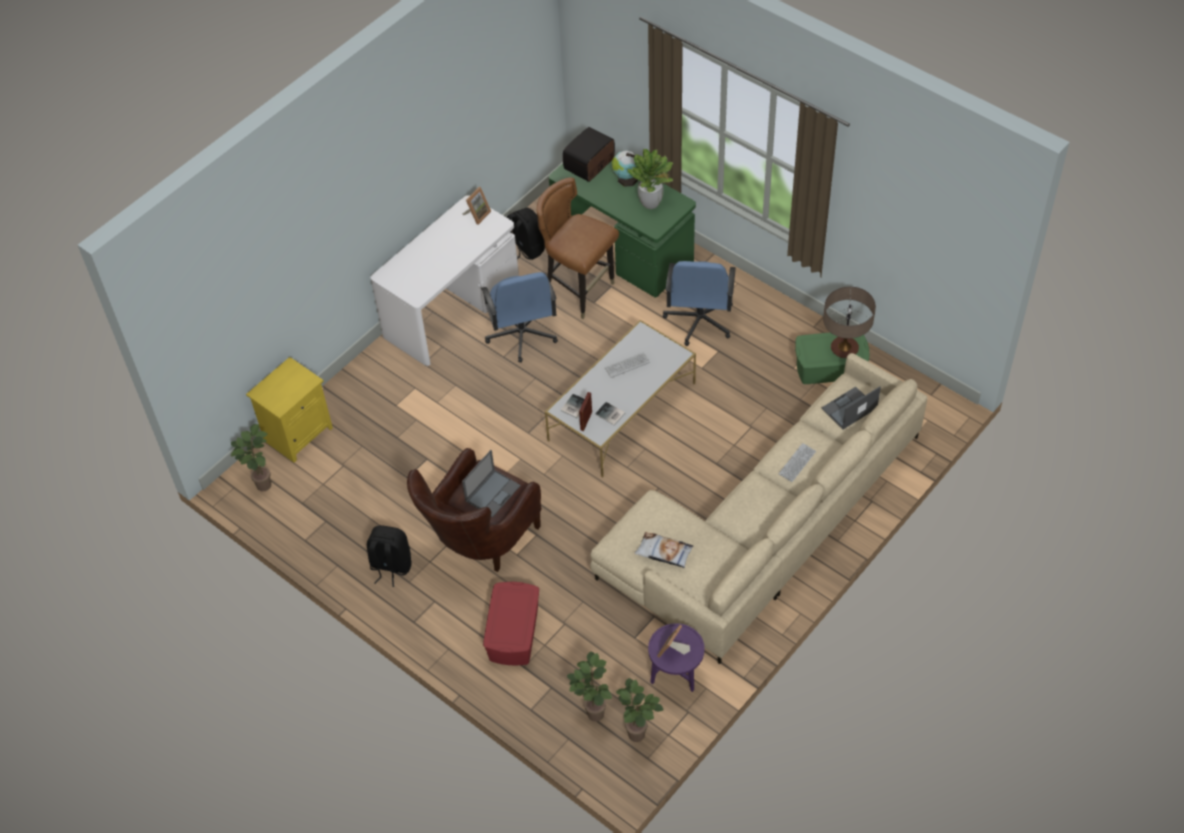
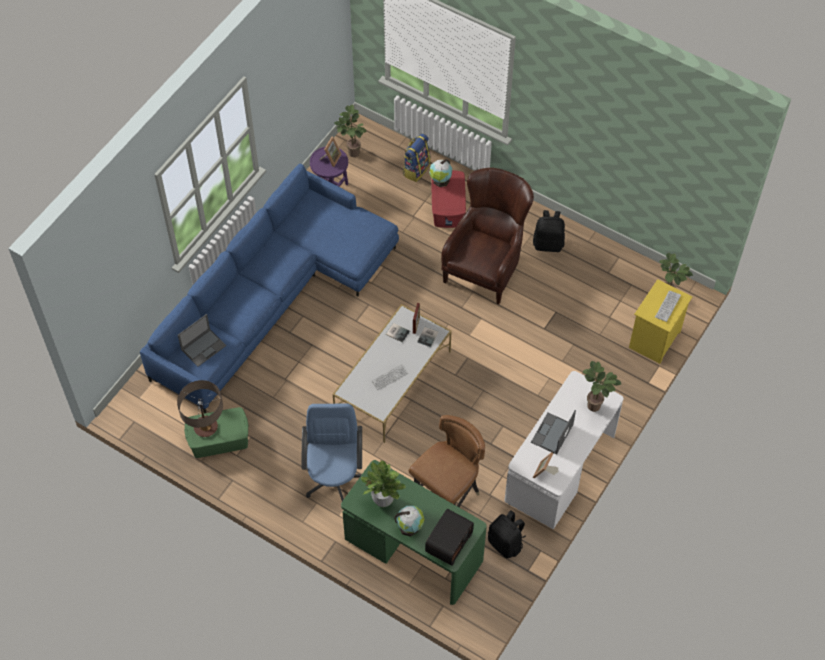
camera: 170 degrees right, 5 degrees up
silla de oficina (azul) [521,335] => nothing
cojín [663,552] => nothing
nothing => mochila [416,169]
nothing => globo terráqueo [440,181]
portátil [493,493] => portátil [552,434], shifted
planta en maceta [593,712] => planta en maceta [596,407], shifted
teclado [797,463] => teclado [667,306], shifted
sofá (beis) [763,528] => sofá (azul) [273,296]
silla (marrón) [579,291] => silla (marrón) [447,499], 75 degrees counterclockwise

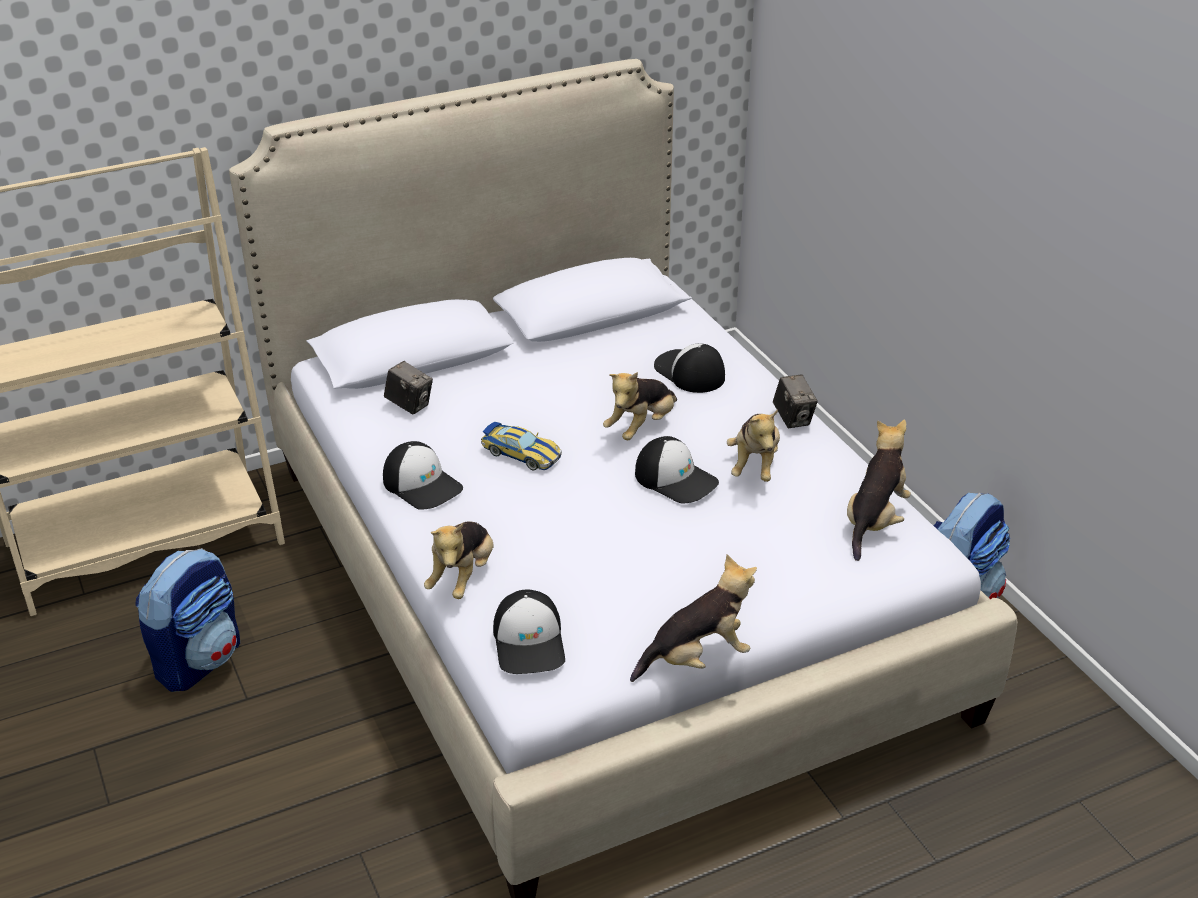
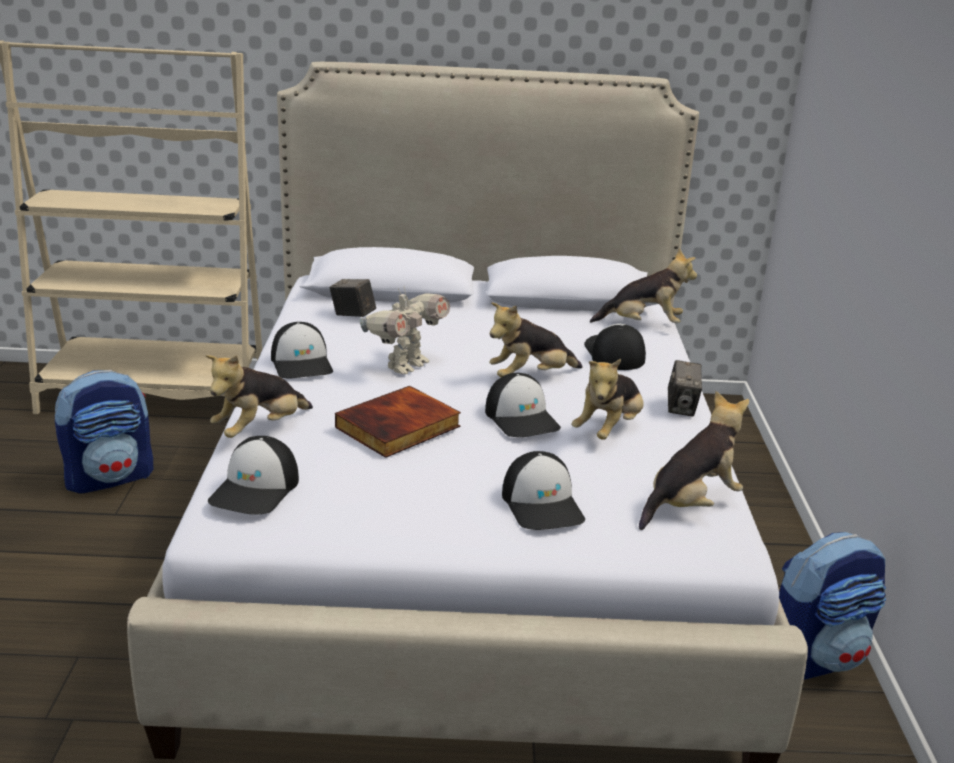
camera: 25 degrees right, 10 degrees down
nothing => libro [398,428]
nothing => gorra [543,505]
peluche [697,658] => peluche [643,325], shifted
coche de juguete [521,454] => robot de juguete [405,366]
cámara [409,405] => cámara [353,315], 150 degrees clockwise

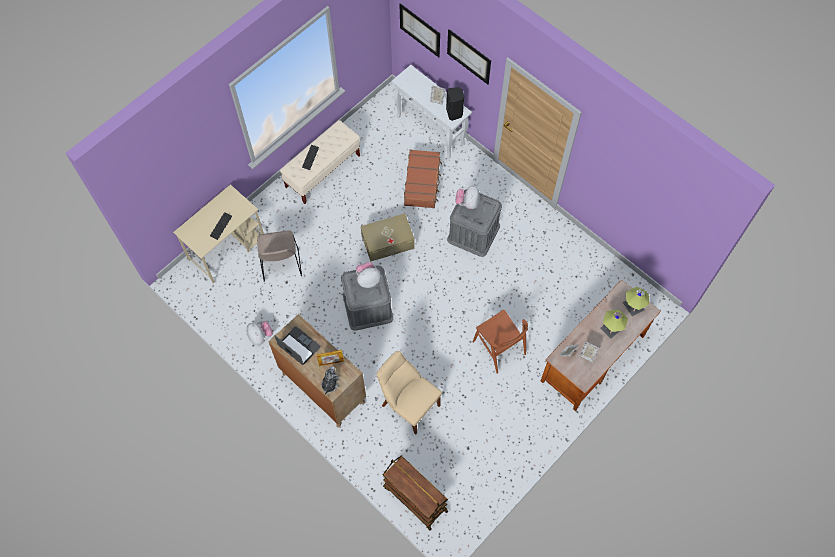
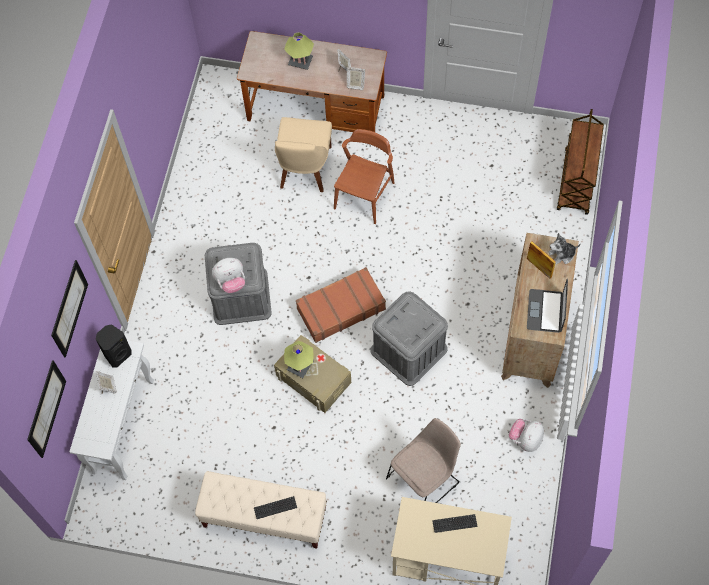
camera: 120 degrees left, 0 degrees up
peluche [368,279] => nothing
silla (beis) [408,404] => silla (beis) [304,170], shifted
maleta (marrón) [422,182] => maleta (marrón) [340,308], shifted
lámpara de mesa [633,307] => lámpara de mesa [300,366], shifted

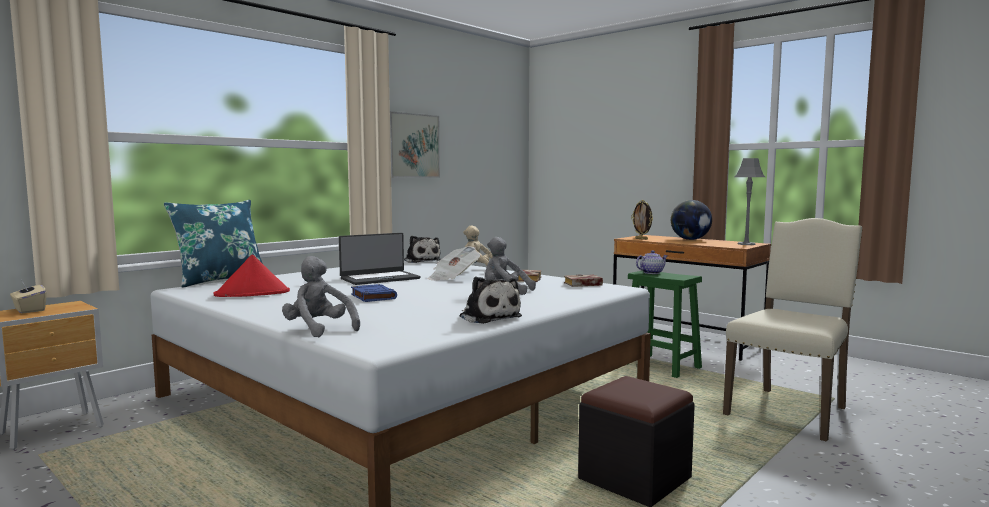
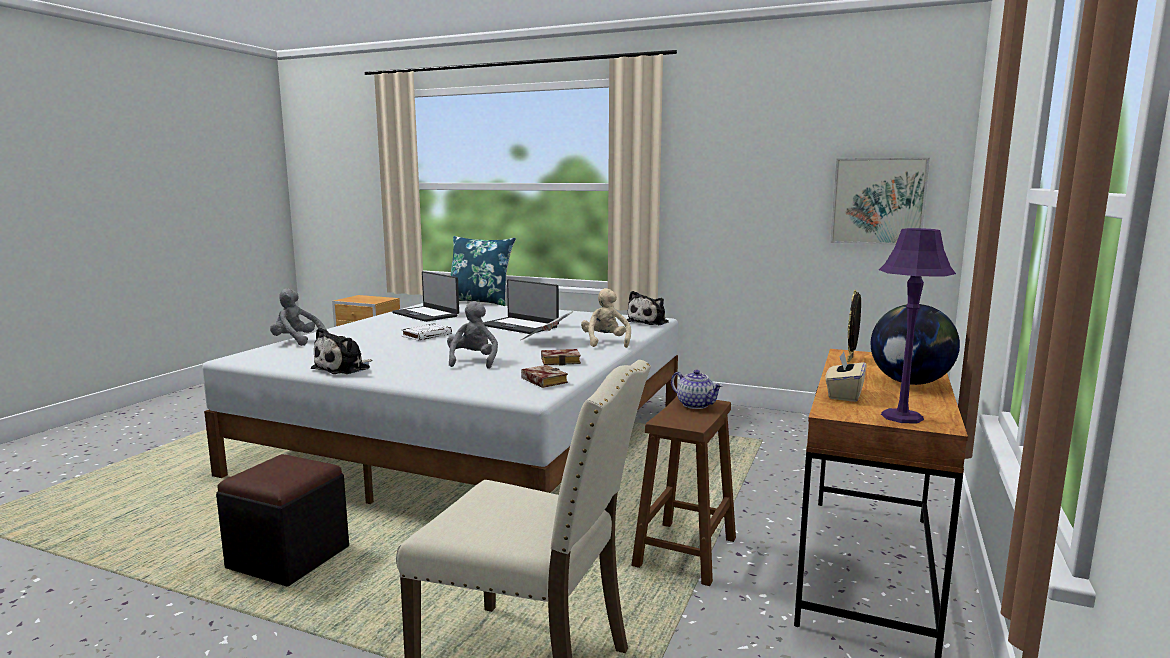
camera: 70 degrees right, 5 degrees up
caja de pañuelos (beis) [29,310] => caja de pañuelos (beis) [844,395], shifted
cuadro [413,146] => cuadro [878,201], shifted
sombrero (rojo) [253,294] => portátil [426,314]
libro (azul) [373,297] => libro (blanco) [427,335]
taburete (verde) [660,366] => taburete (marrón) [685,551]
lámpara de mesa (gris) [746,244] => lámpara de mesa (morado) [901,417]
peluche (gris) [319,330] => peluche (gris) [297,342], 90 degrees counterclockwise

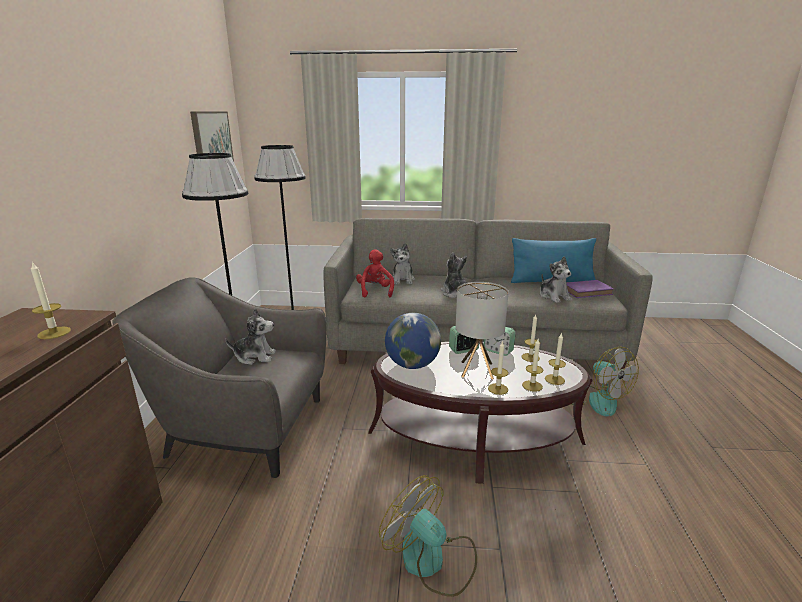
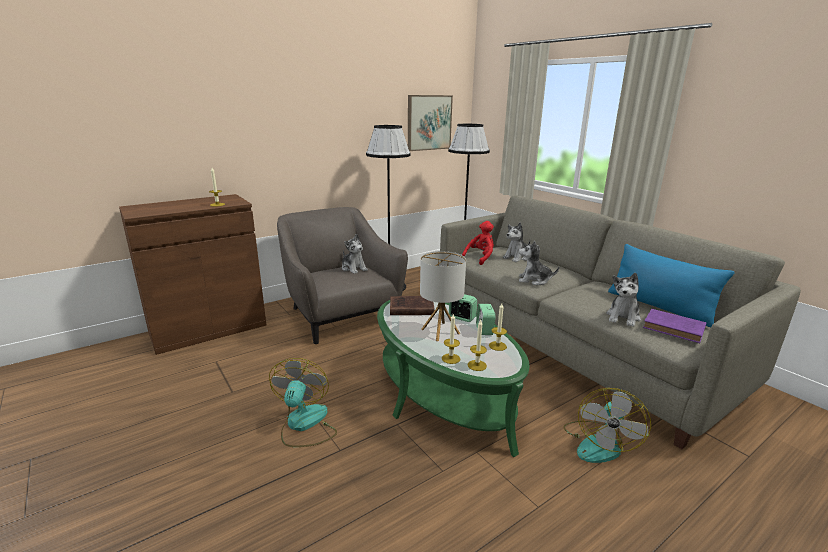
camera: 50 degrees right, 0 degrees up
vela [498,389] => nothing
globo terráqueo [412,365] => libro (marrón) [410,309]
mesa de centro (marrón) [474,436] => mesa de centro (verde) [443,395]
peluche [455,293] => peluche [534,280], 105 degrees counterclockwise

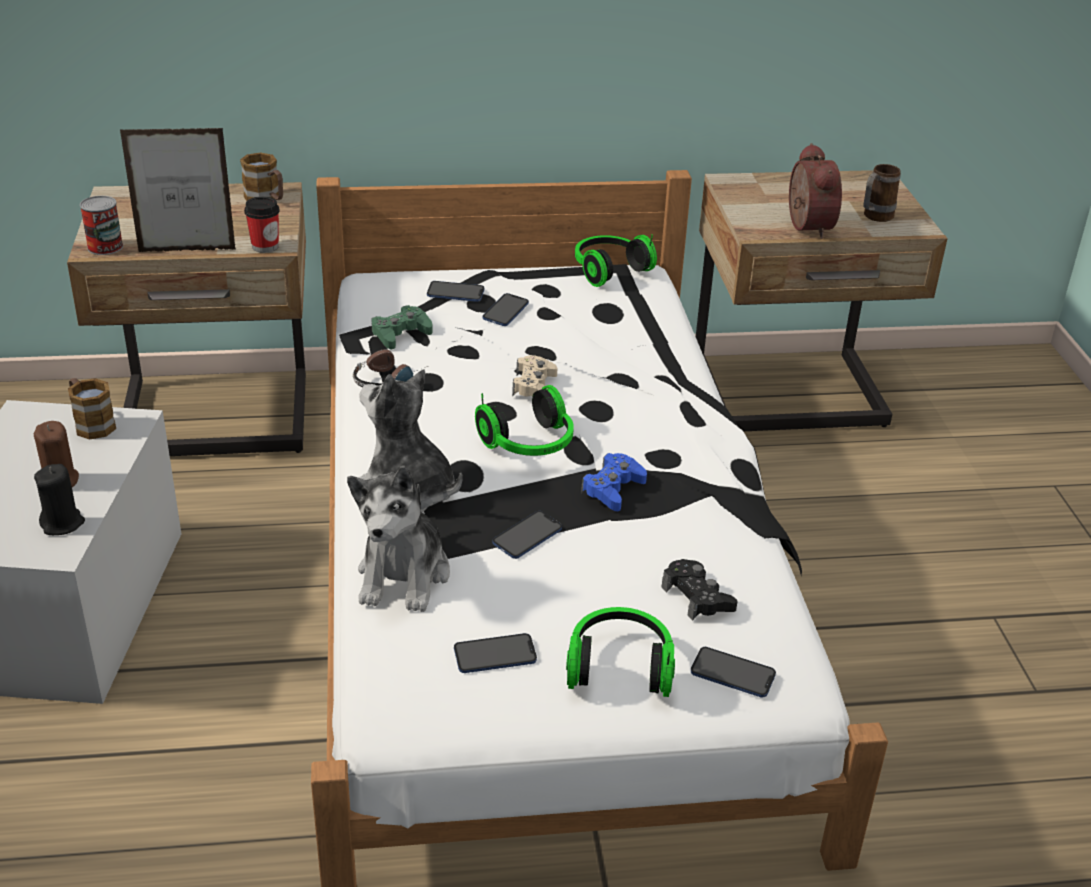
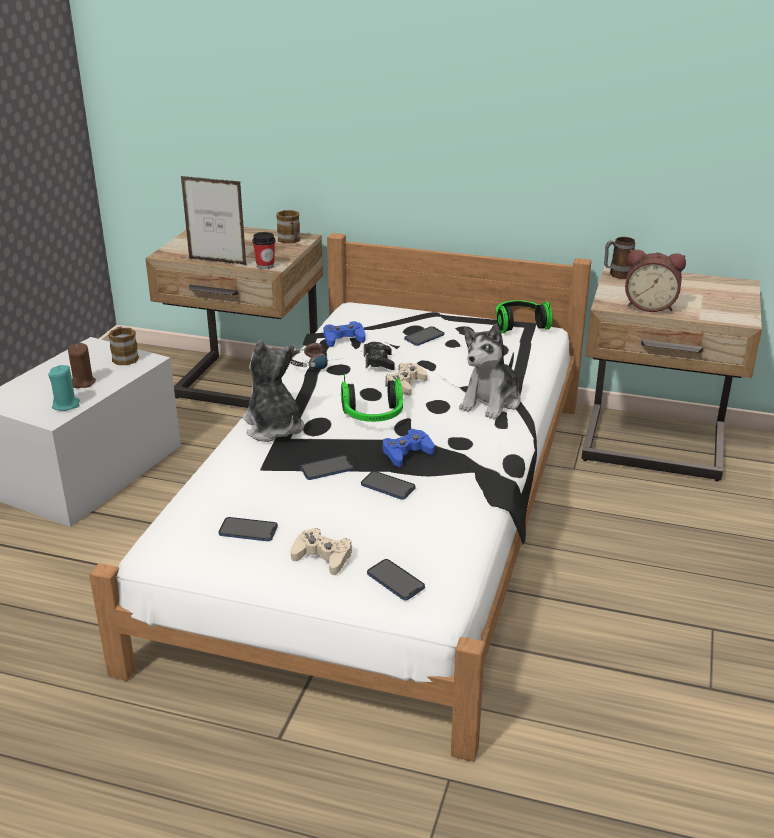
camera: 25 degrees right, 5 degrees down
lata [105,247] => nothing
peluche [404,575] => peluche [491,402], shifted
móvil [455,293] => móvil [388,486], shifted
mando de consola (negro) [697,597] => mando de consola (negro) [378,362], shifted
taza grande [874,217] => taza grande [616,275], shifted
auriculares [619,666] => mando de consola (beis) [322,557]
vela (negro) [62,523] => vela (turquesa) [66,405]
mando de consola (verde) [400,334] => mando de consola (azul) [343,339]
despertador [805,226] => despertador [650,306], 90 degrees clockwise

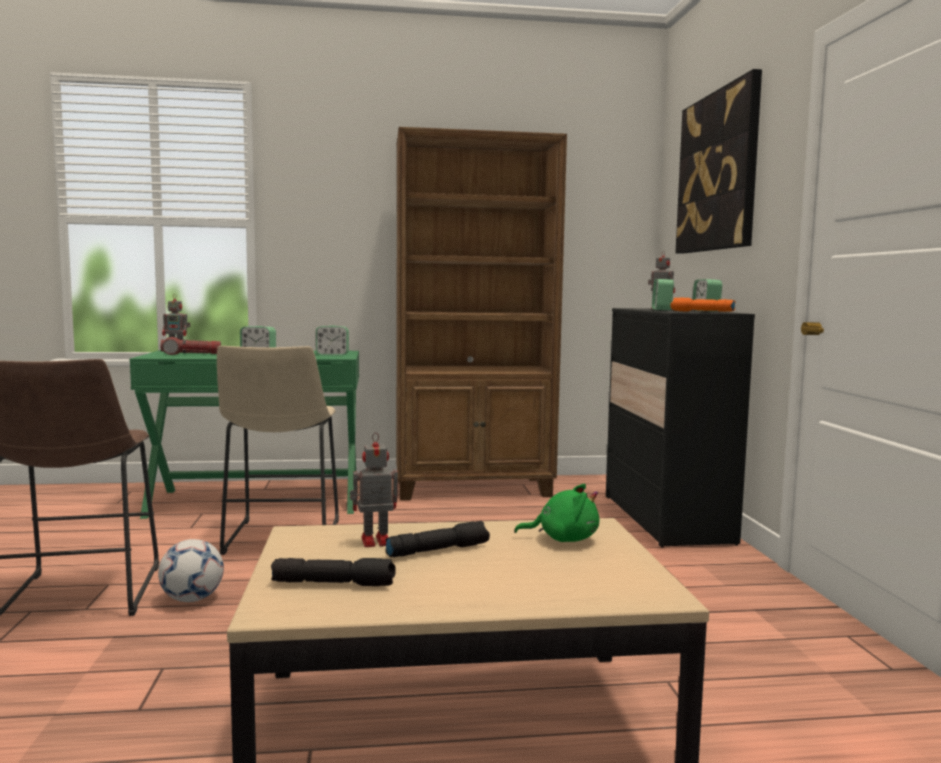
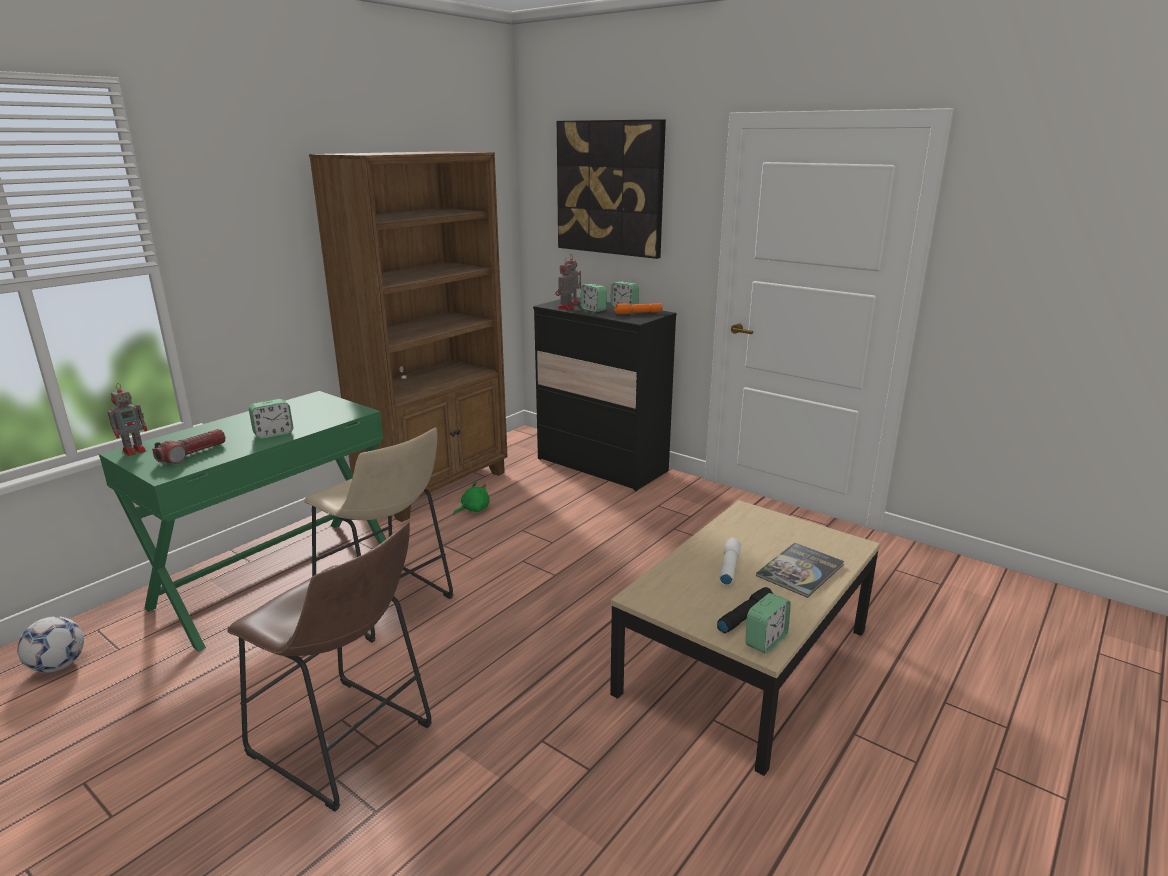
camera: 45 degrees left, 15 degrees up
nothing => libro [800,570]
balón de fútbol [192,599] => balón de fútbol [58,666], shifted
despertador [332,354] => despertador [766,641], shifted
robot de juguete [373,541] => robot de juguete [565,308], shifted
peluche (verde) [563,539] => peluche (verde) [473,509], shifted
linterna (negro) [438,550] => linterna (blanco) [728,567]

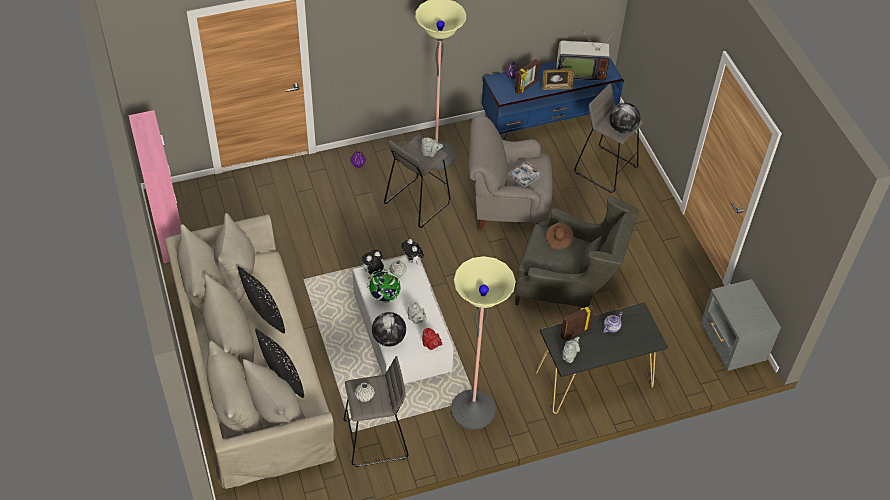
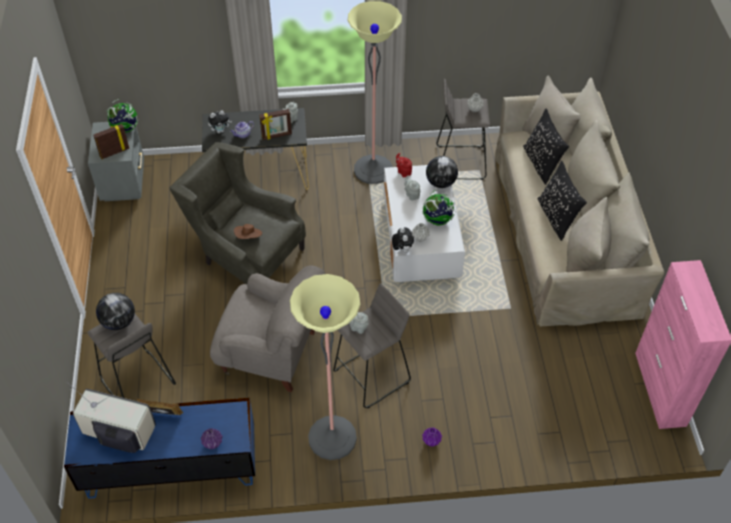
camera: 165 degrees left, 0 degrees up
bandeja [524,176] => nothing
nothing => globo terráqueo [125,129]
peluche [373,271] => peluche [220,131], shifted
portarretratos [526,87] => portarretratos [114,152], shifted

